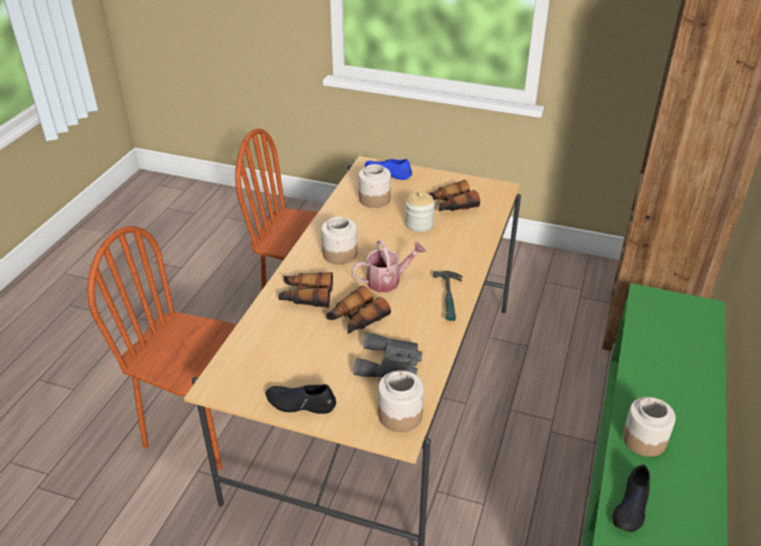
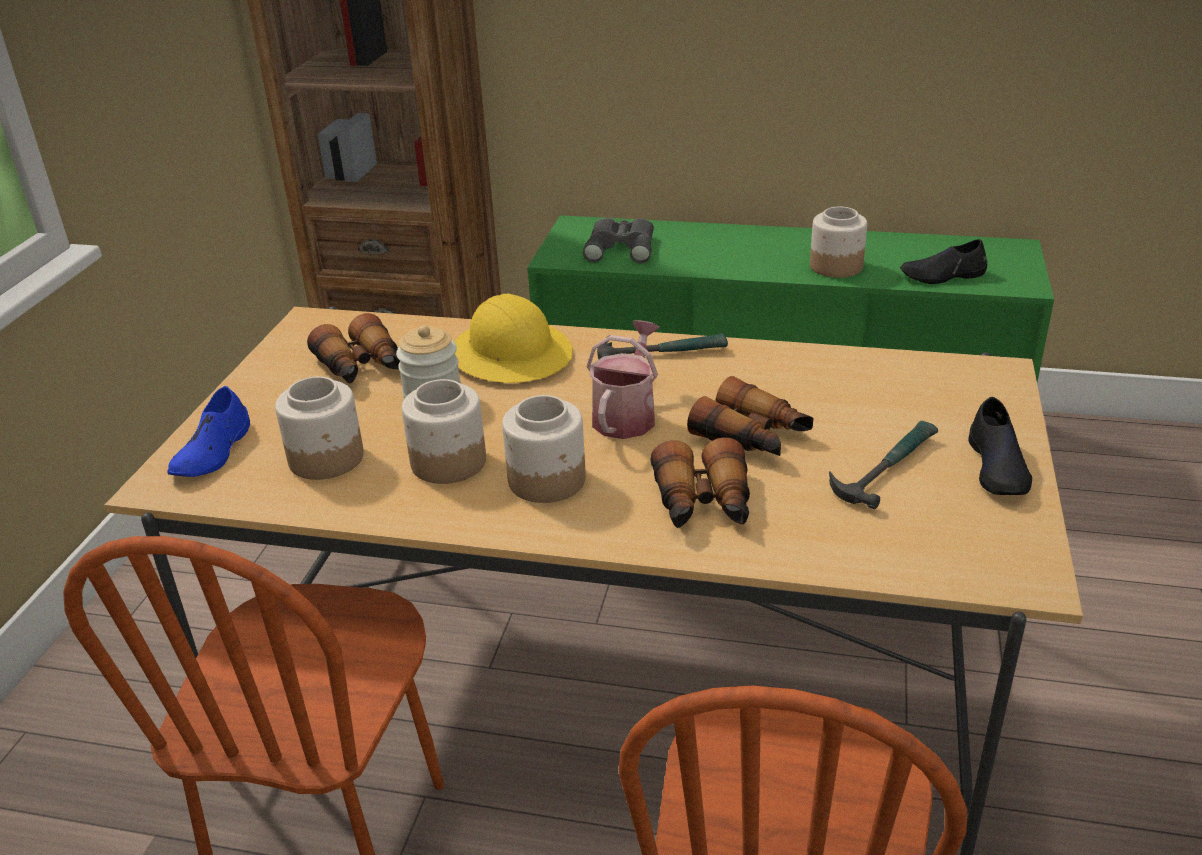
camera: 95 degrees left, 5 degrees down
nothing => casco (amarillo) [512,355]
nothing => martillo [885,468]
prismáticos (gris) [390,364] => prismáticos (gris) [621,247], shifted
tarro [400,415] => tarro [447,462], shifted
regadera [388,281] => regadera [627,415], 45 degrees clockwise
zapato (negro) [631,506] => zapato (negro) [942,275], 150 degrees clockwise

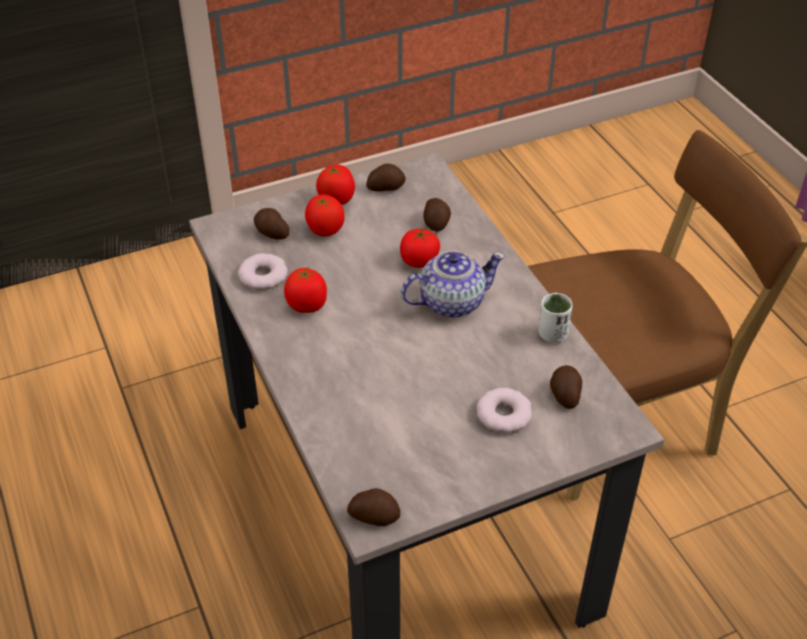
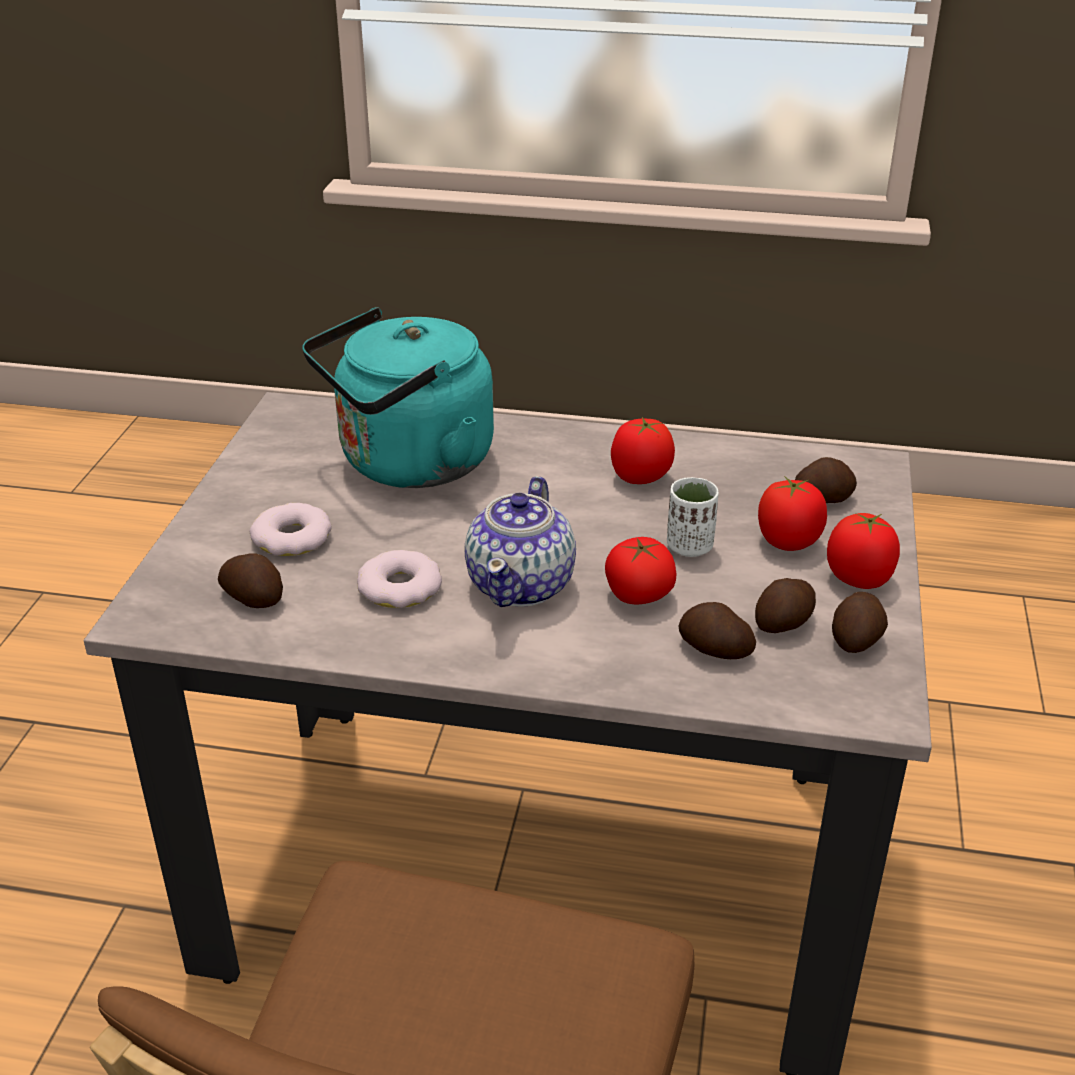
camera: 125 degrees right, 10 degrees down
nothing => hervidor (turquesa) [408,464]
rosquilla [263,276] => rosquilla [400,587], shifted
patata [374,515] => patata [785,623], shifted
taza (blanco) [552,334] => taza (blanco) [689,546], shifted

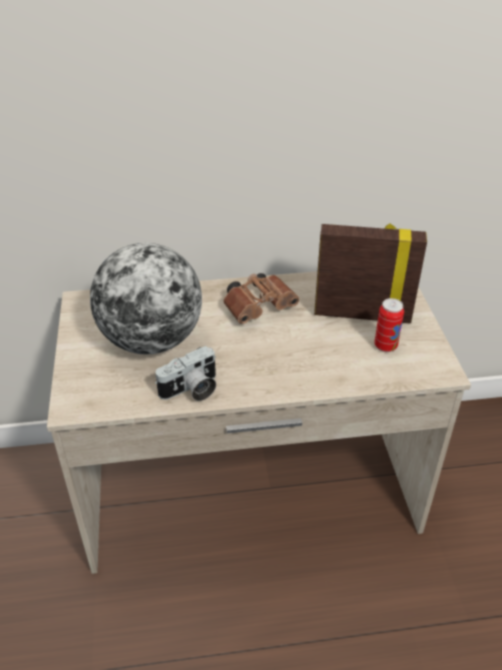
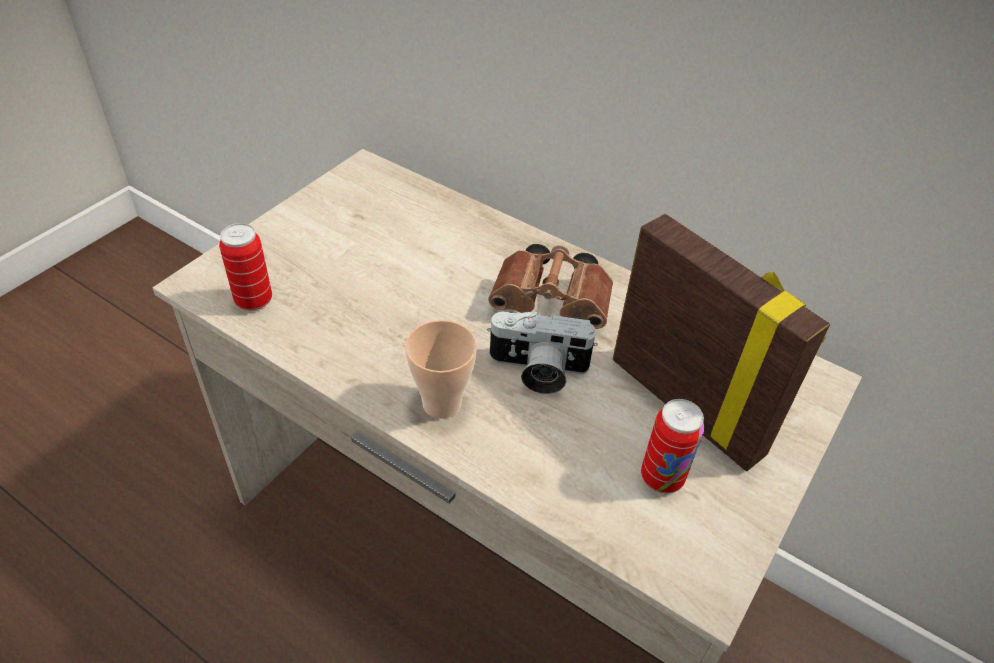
camera: 40 degrees right, 5 degrees up
globo terráqueo [152,340] => nothing
nothing => lata [254,300]
nothing => taza [442,403]
cámara [191,390] => cámara [537,370], shifted

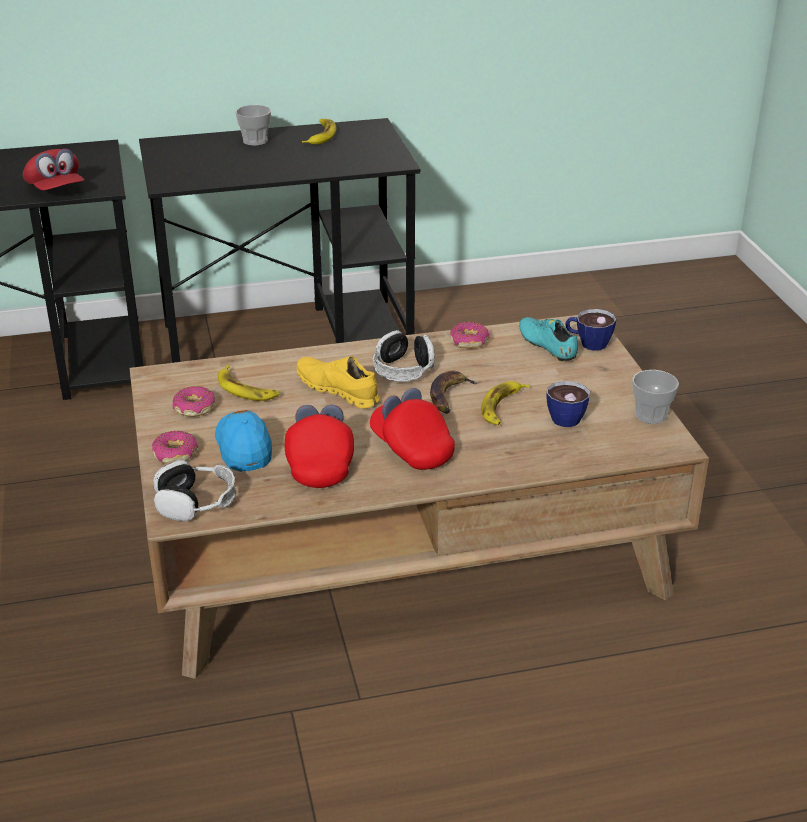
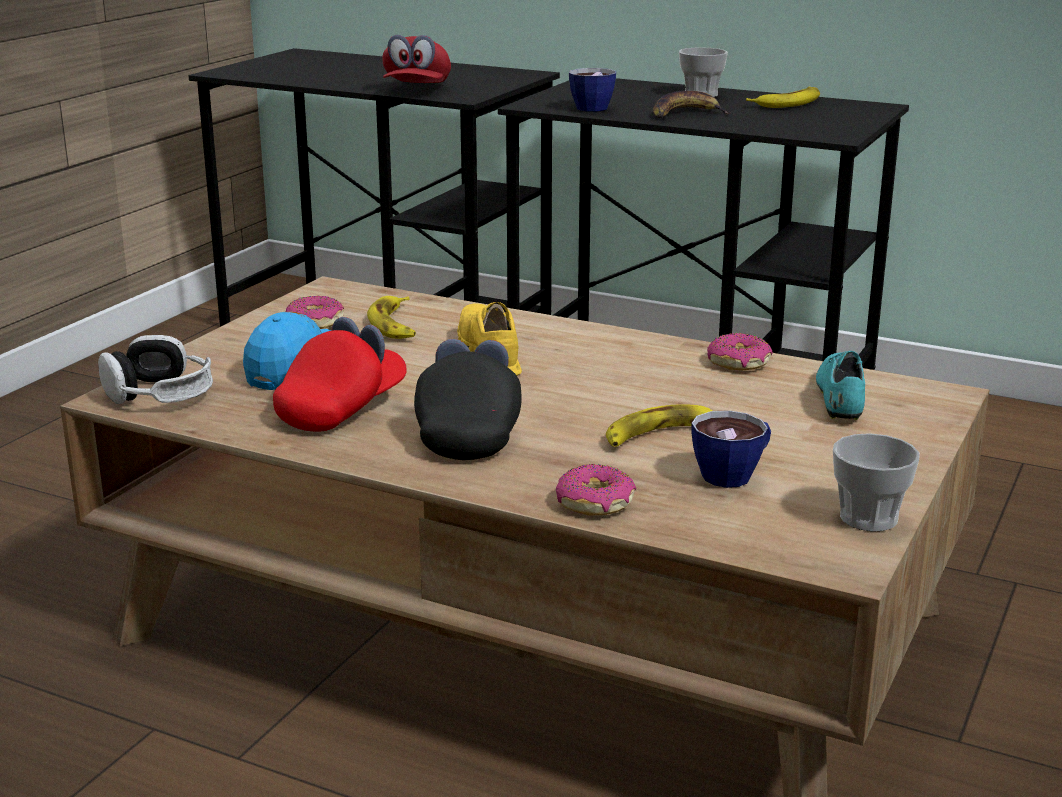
camera: 40 degrees right, 10 degrees down
auriculares [403,369] => nothing
rosquilla [175,454] => rosquilla [595,503], shifted
plátano [449,396] => plátano [685,114], shifted
taza [588,343] => taza [588,107], shifted
gorra (rojo) [411,448] => gorra (negro) [469,433]

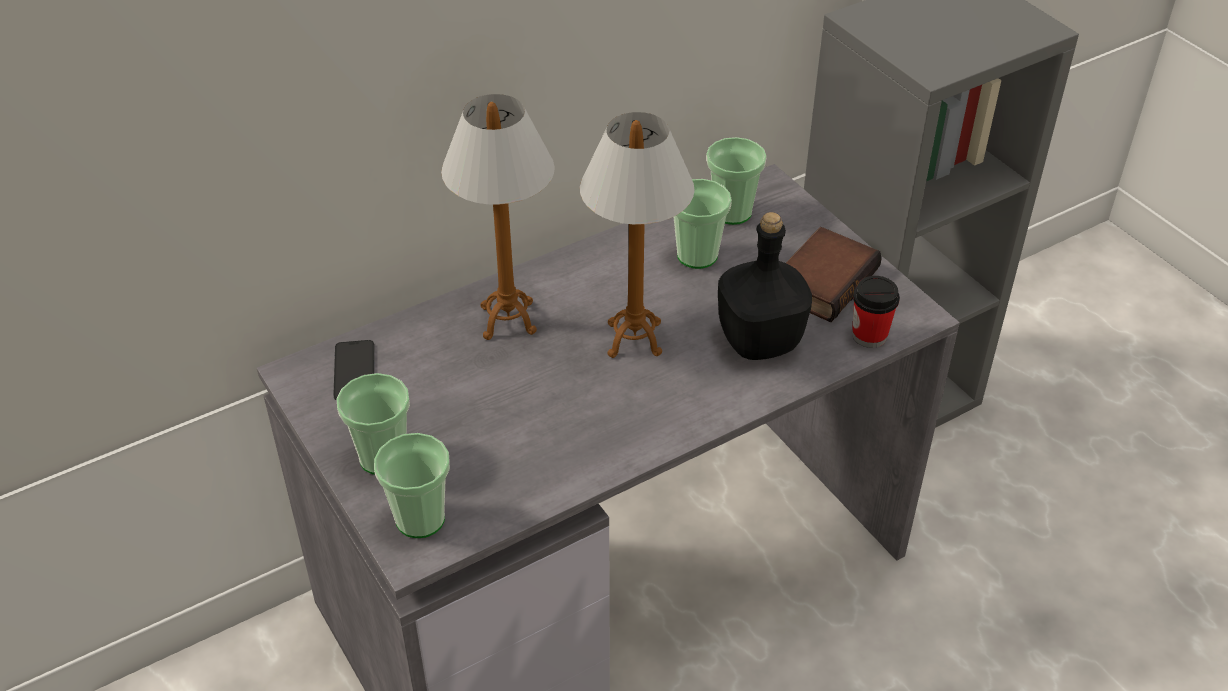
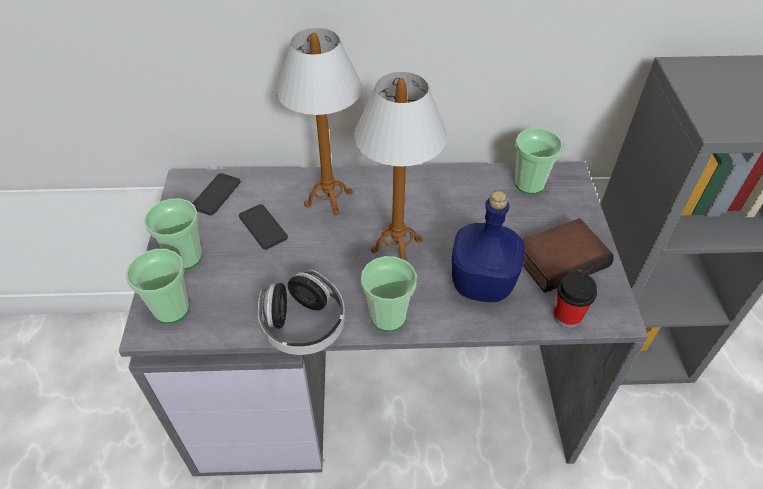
camera: 30 degrees right, 5 degrees up
nothing => móvil [263,227]
nothing => auriculares [303,326]
taza [697,255] => taza [388,316], shifted
botella (negro) [761,340] => botella (azul) [483,284]

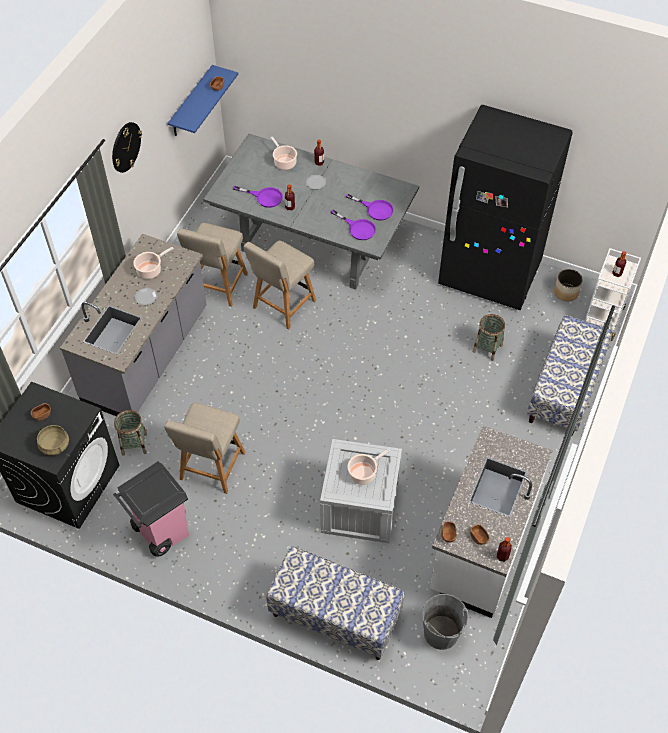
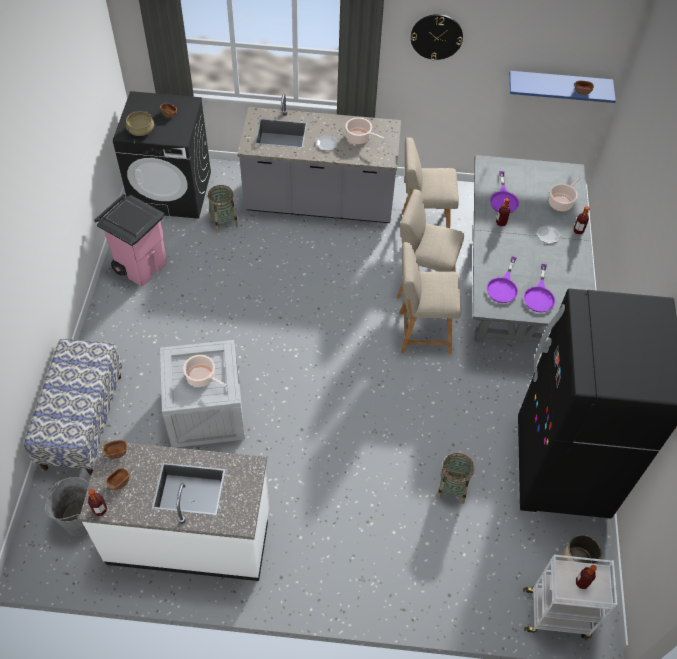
camera: 70 degrees right, 0 degrees up
banco [564,391] => nothing
silla (beis) [211,468] => silla (beis) [421,332], shifted

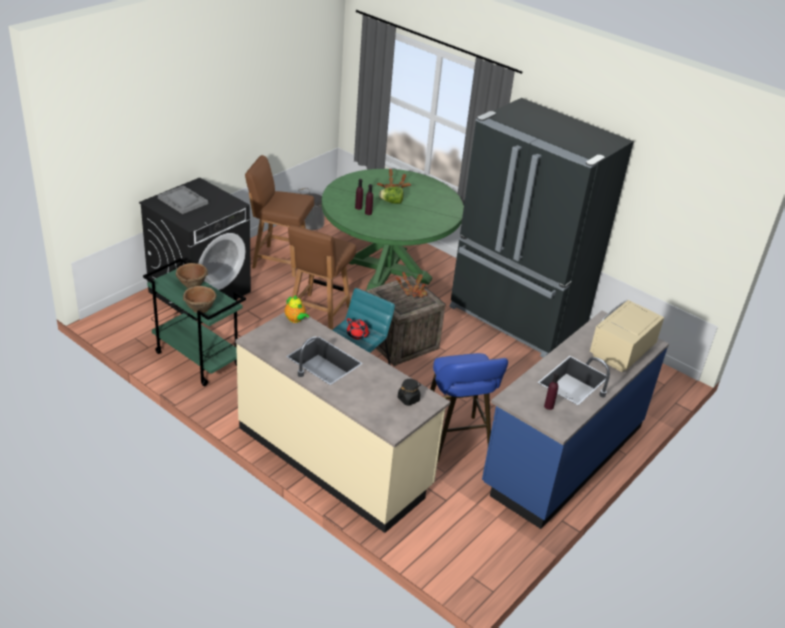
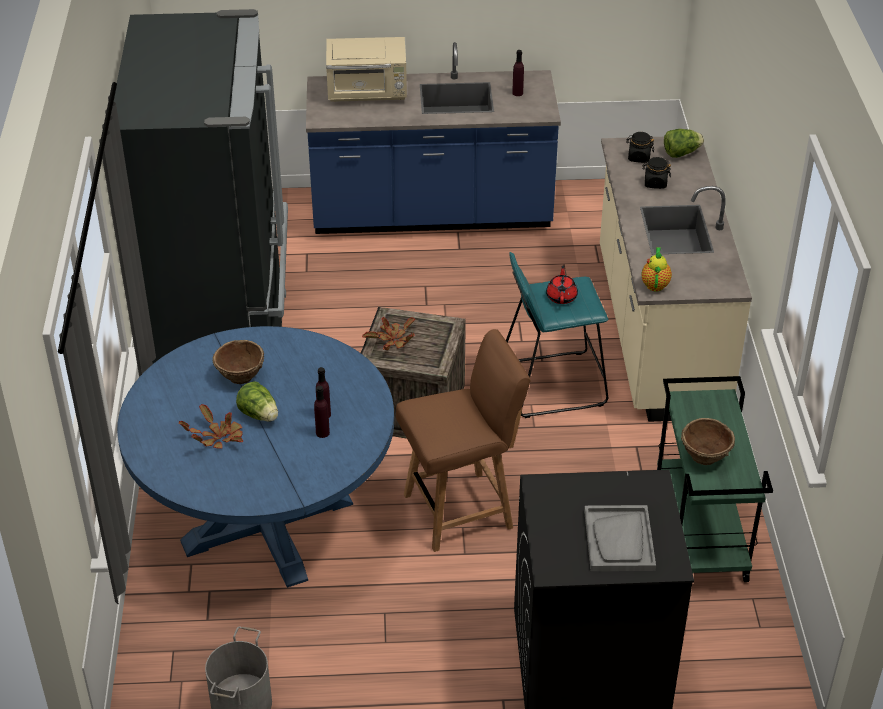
camera: 130 degrees left, 5 degrees up
silla (marrón) [279,260] => nothing
taburete (azul) [456,442] => nothing
nothing => tarro (negro) [655,183]
nothing => lechuga [681,153]
cuenco (marrón) [200,309] => cuenco (marrón) [240,377], shifted
mesa de comedor (verde) [387,270] => mesa de comedor (azul) [267,522]

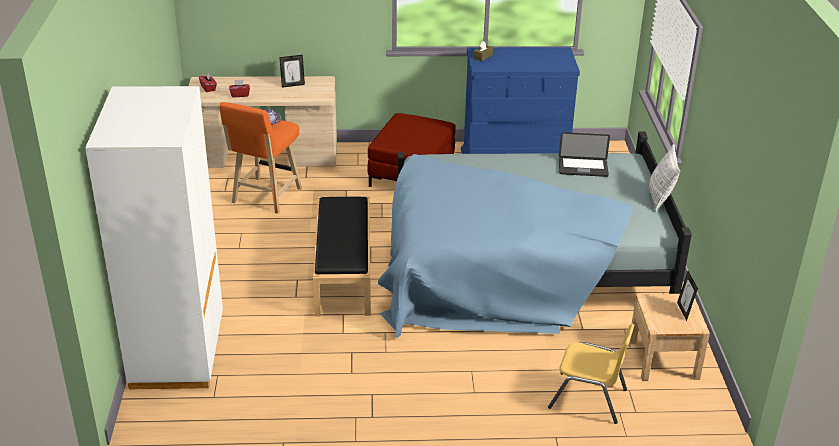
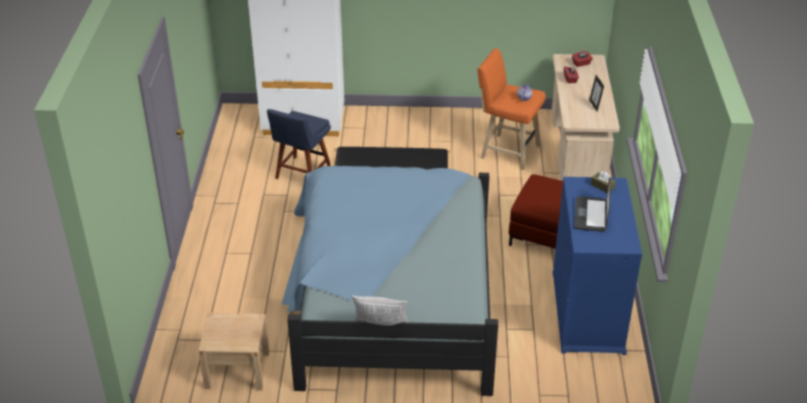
camera: 95 degrees right, 5 degrees up
silla (amarillo) [588,398] => nothing
portarretratos [684,311] => nothing
nothing => silla (azul) [301,174]
portátil [583,168] => portátil [590,215], shifted

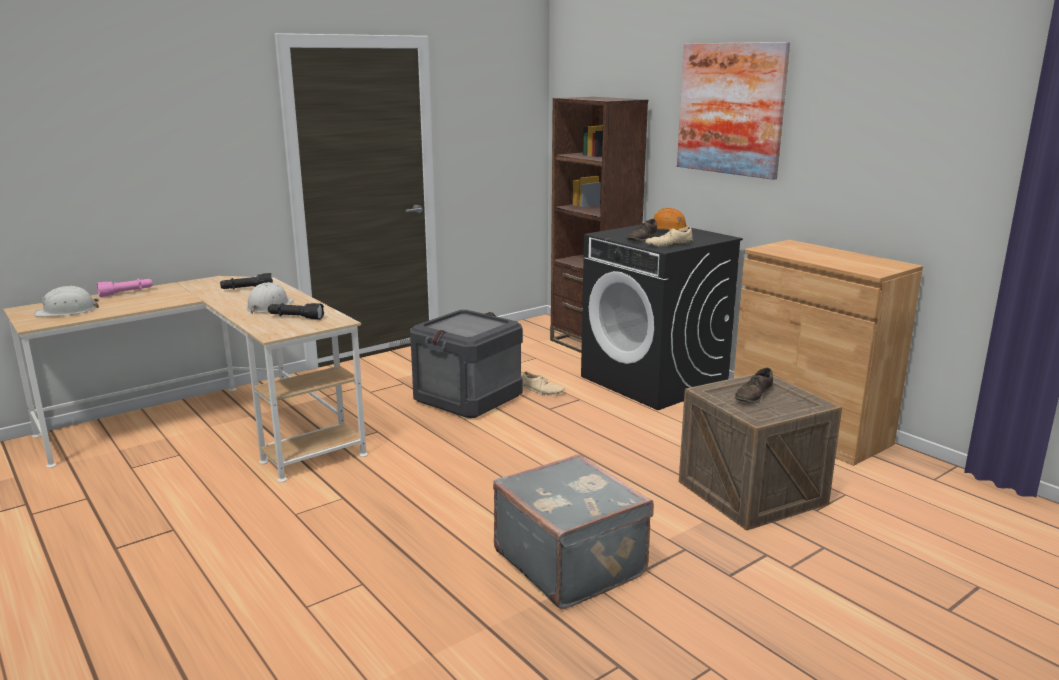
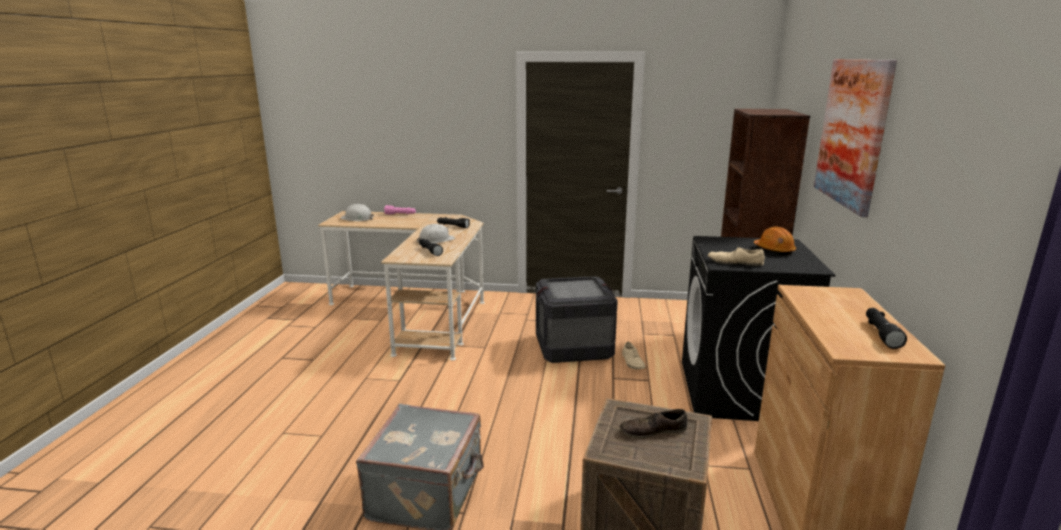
camera: 45 degrees right, 0 degrees up
zapato (marrón) [641,238] => nothing
nothing => linterna (negro) [881,334]

